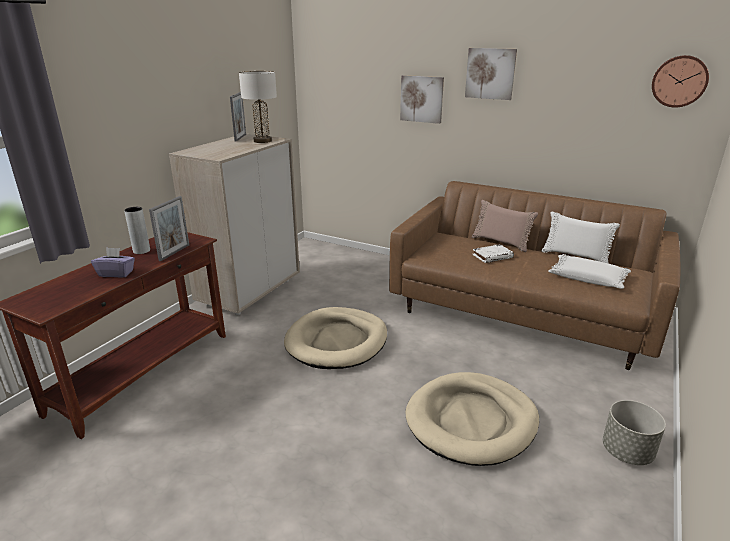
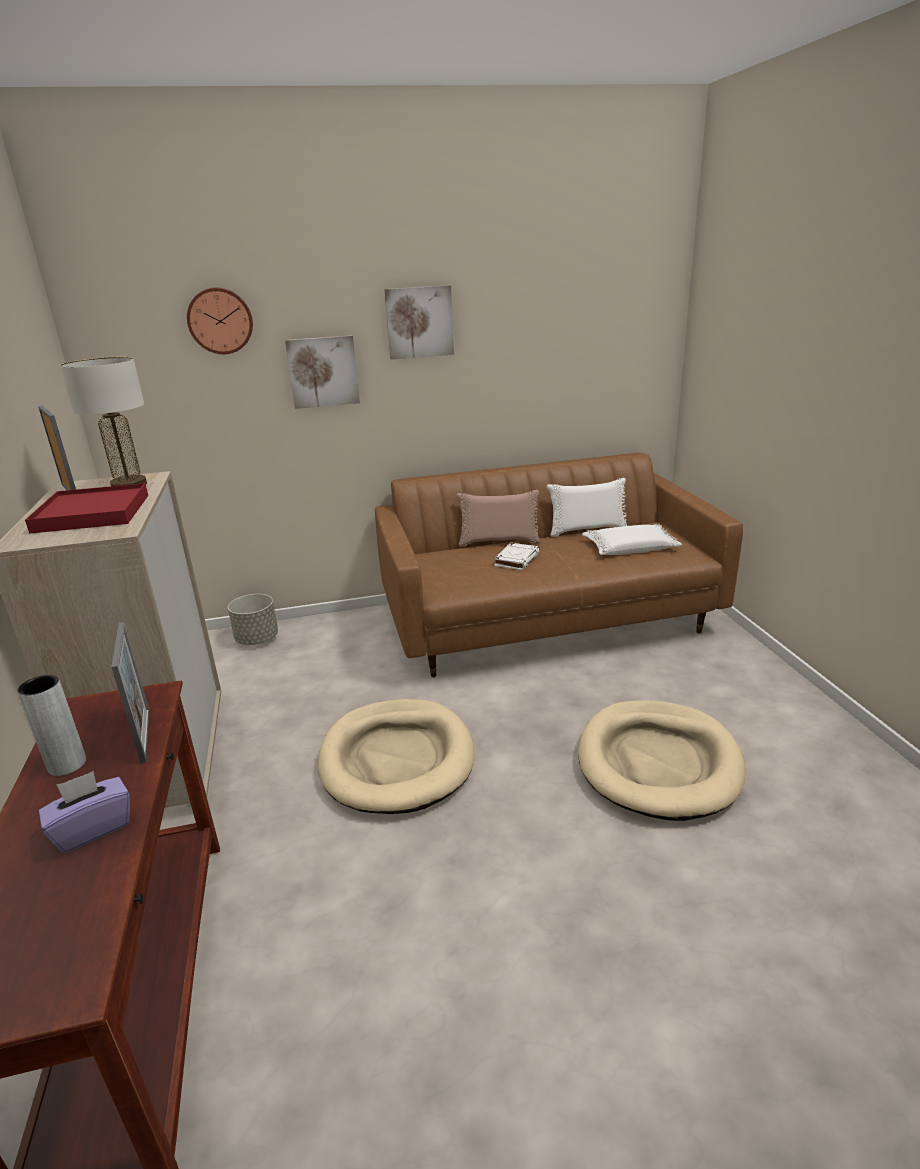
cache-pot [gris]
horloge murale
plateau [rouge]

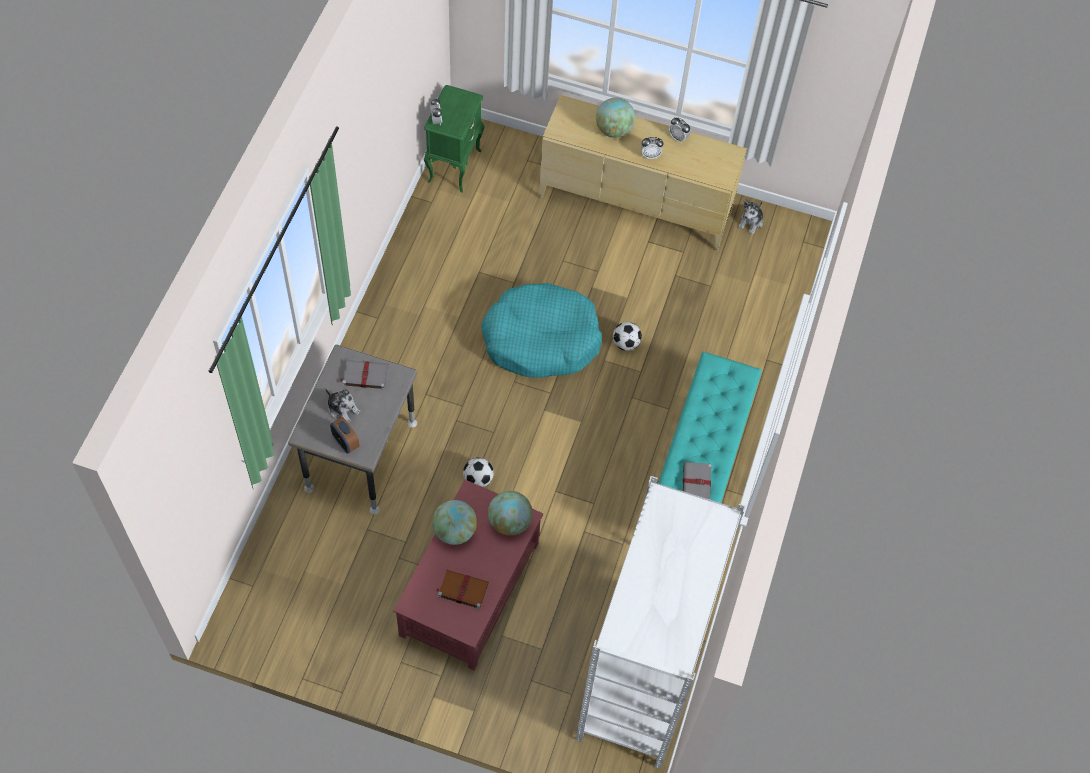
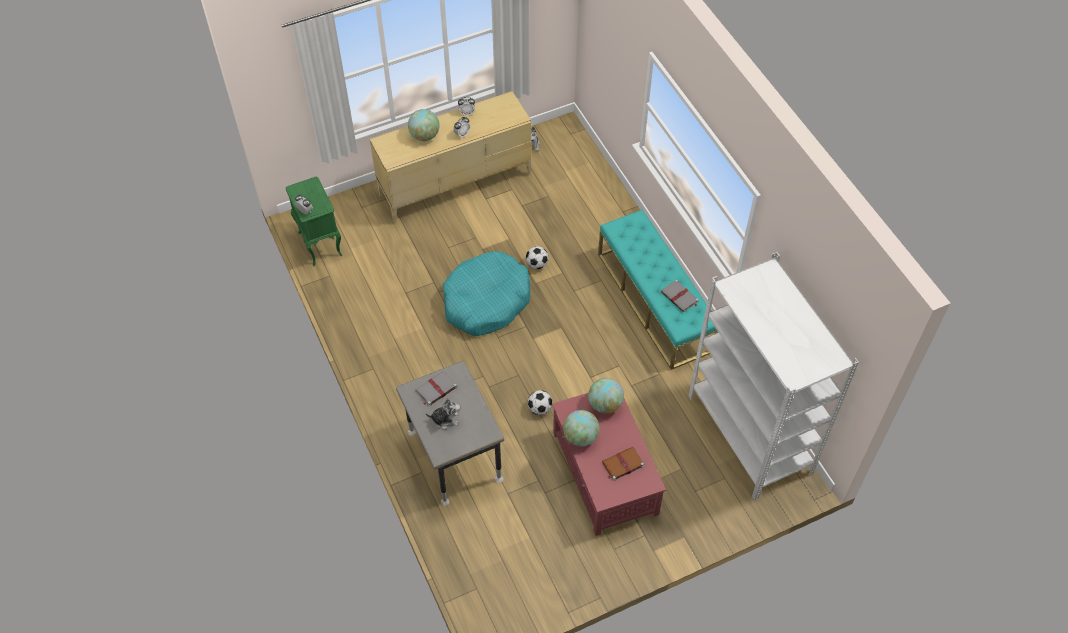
réveil (no. 1 from left in the first image)

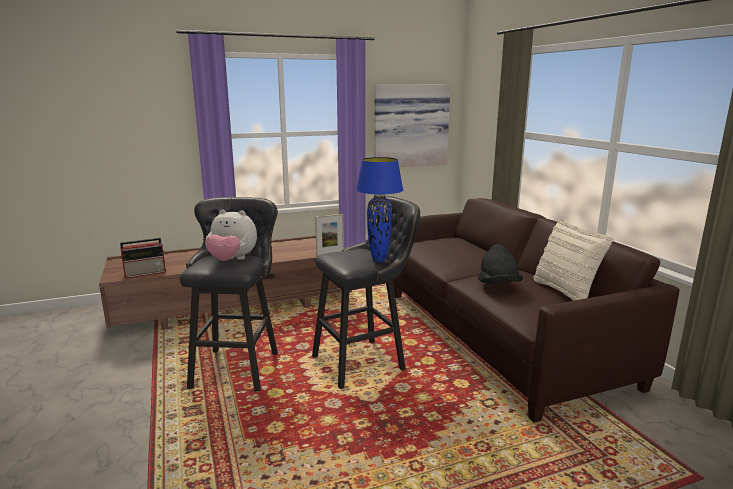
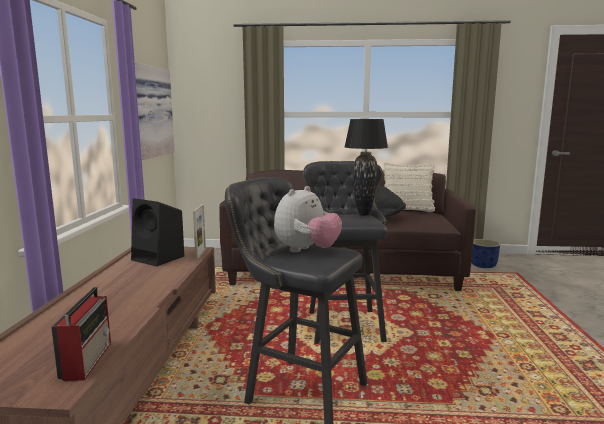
lampe de table [noir]
enceinte [noir]
cache-pot [bleu]

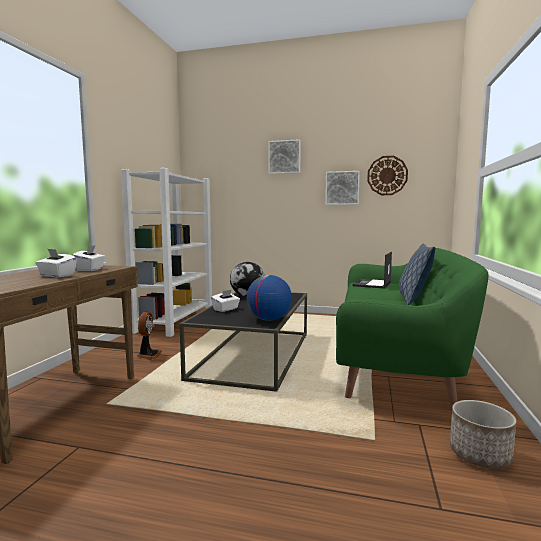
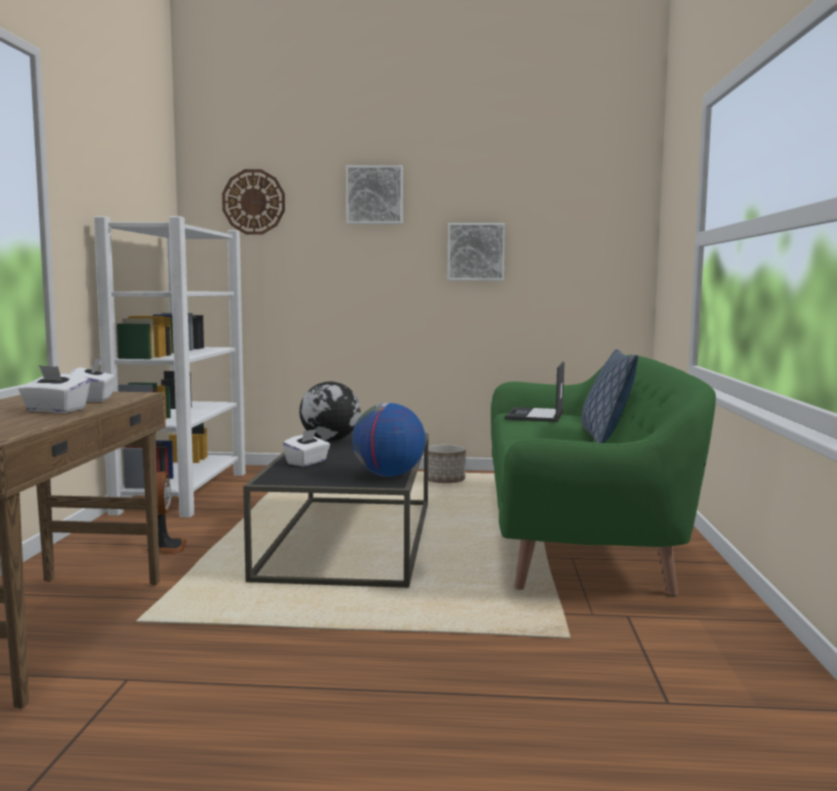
horloge murale
cache-pot

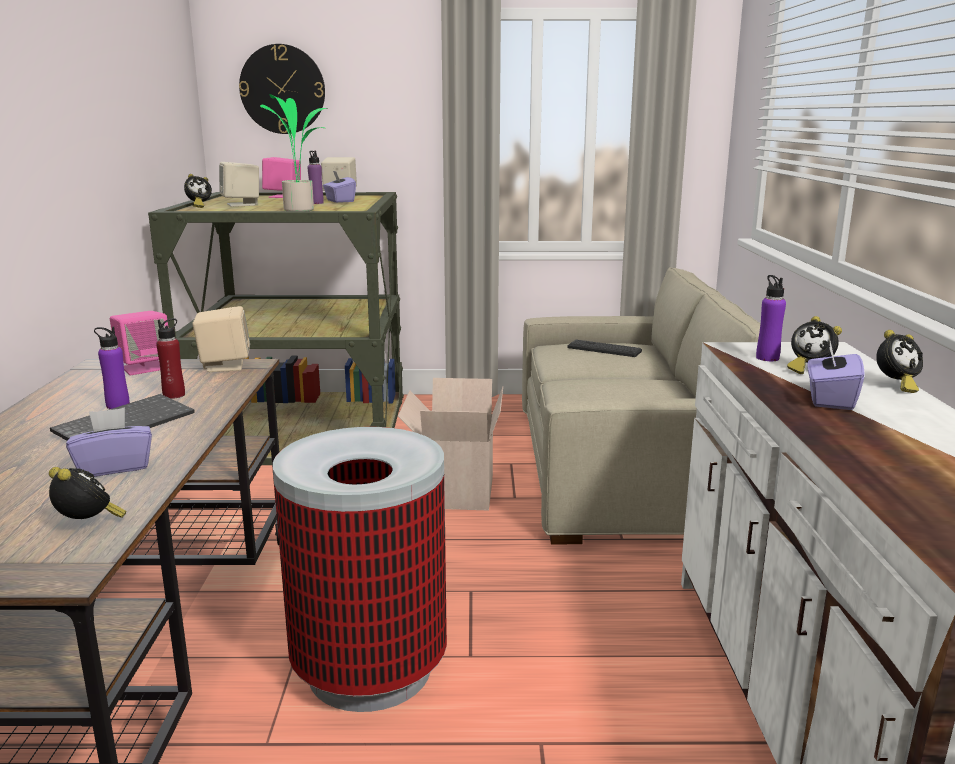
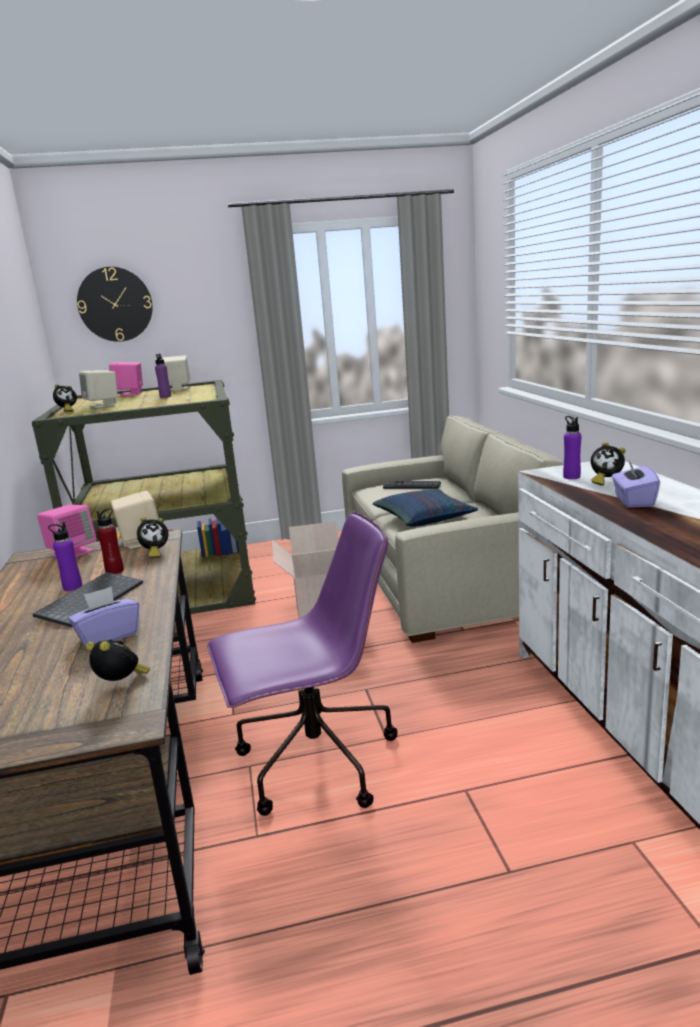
plante en pot
chaise de bureau [violet]
boîte à mouchoirs [violet] (no. 2 from left in the first image)
réveil (no. 3 from left)
coussin [bleu]

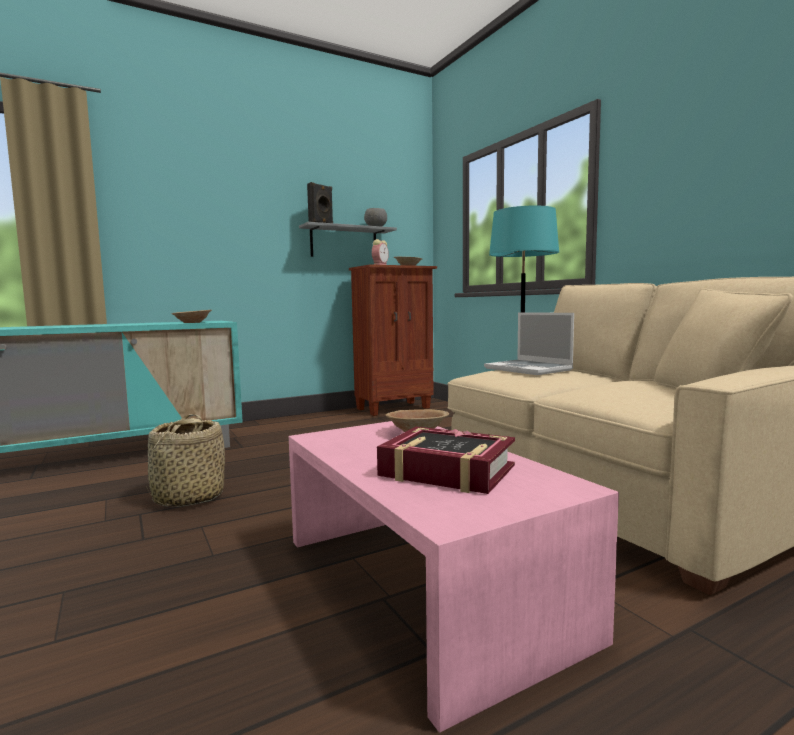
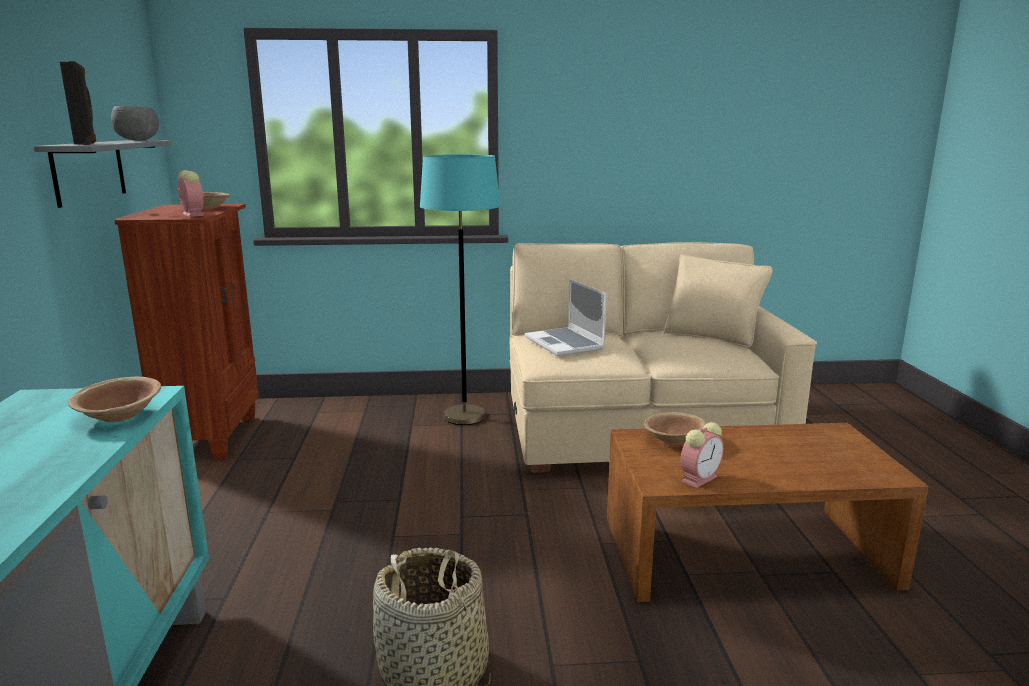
table basse [marron]
livre
ordinateur portable
réveil (no. 2 from left)

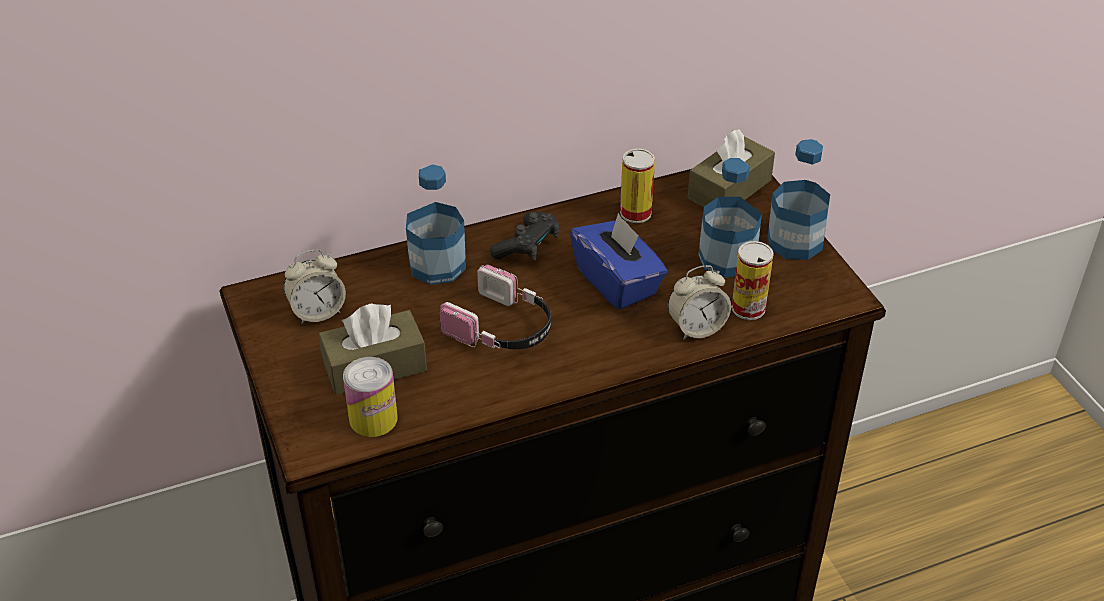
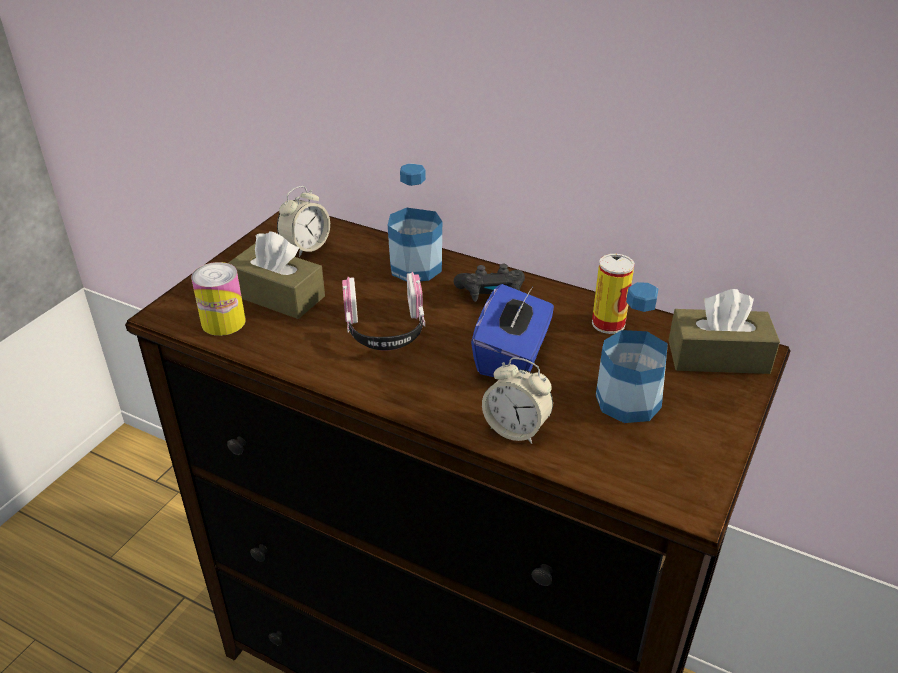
réveil (no. 1 from left)
boîte métallique (no. 3 from left in the first image)
bouteille (no. 3 from left in the first image)

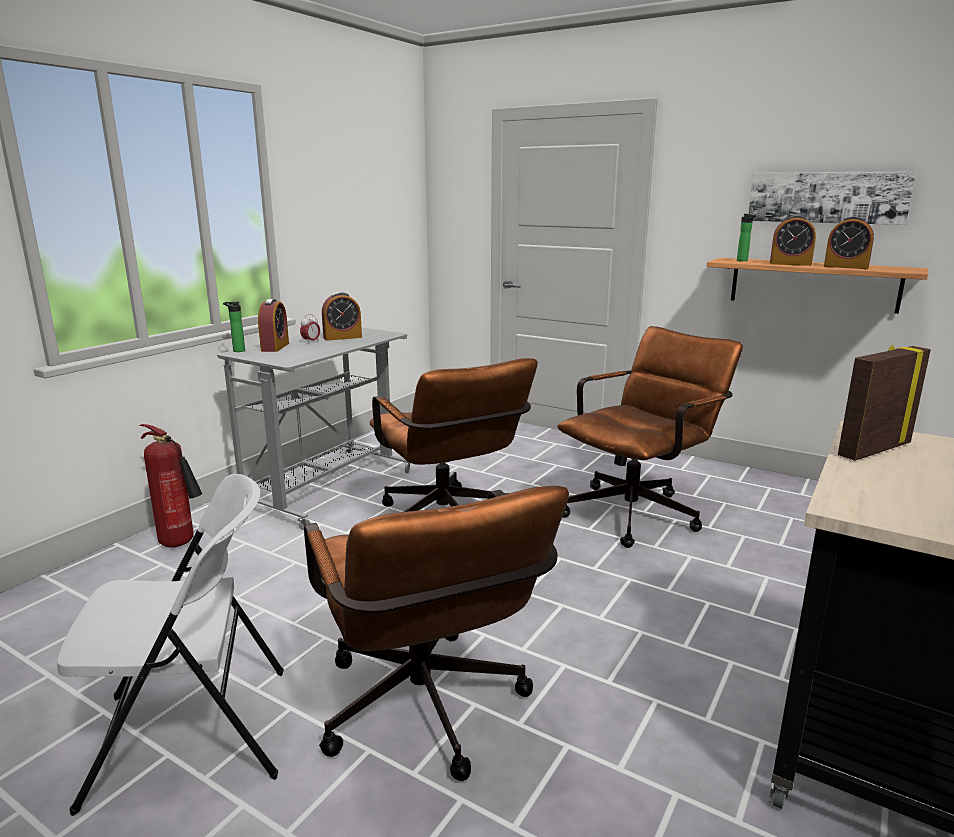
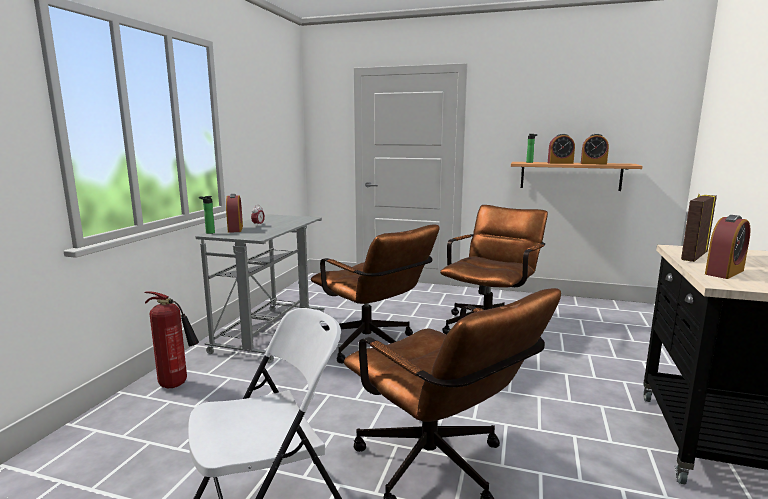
réveil (no. 5 from left)
tableau

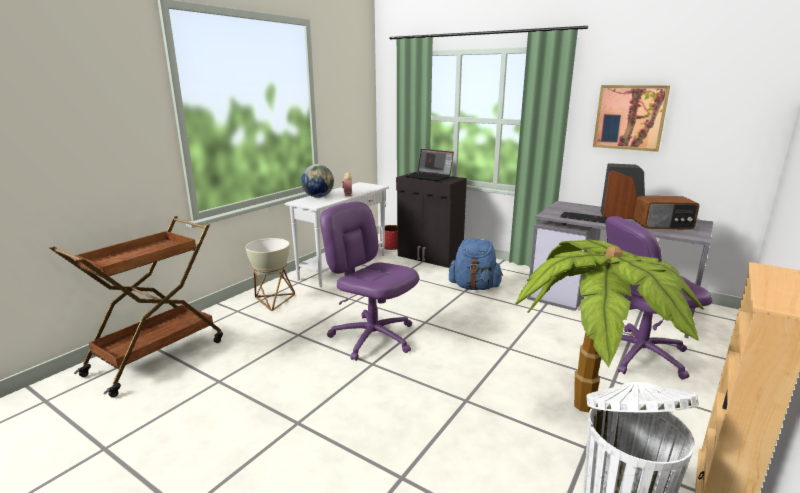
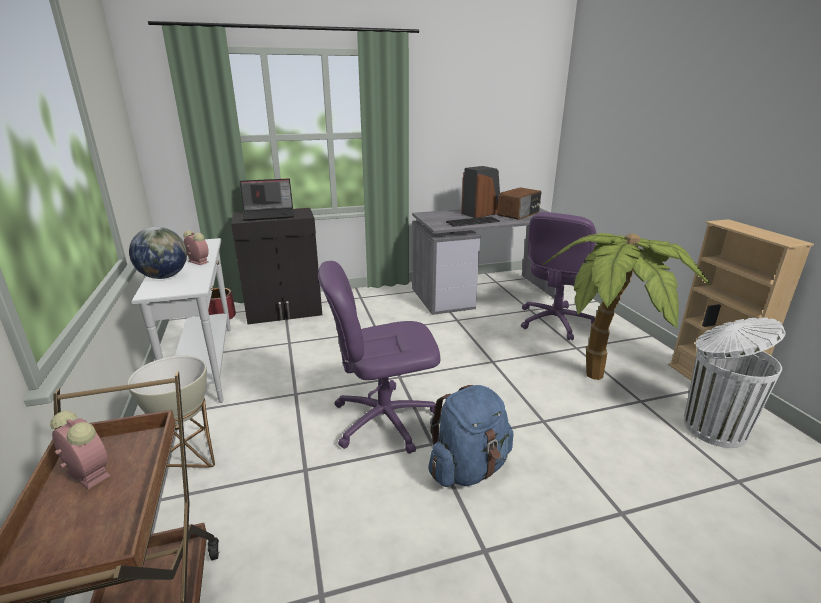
sac à dos [bleu]
tableau
réveil (no. 1 from left)

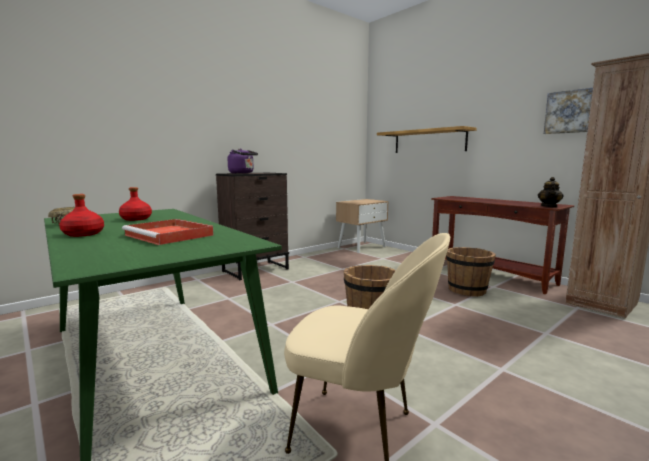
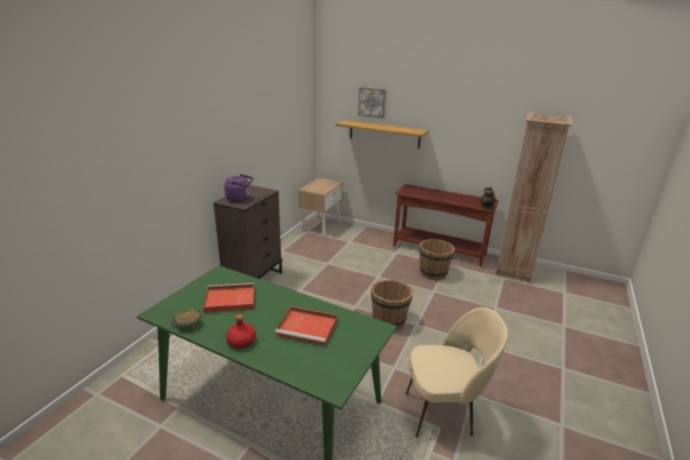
plateau [rouge] (no. 1 from left)
tableau

